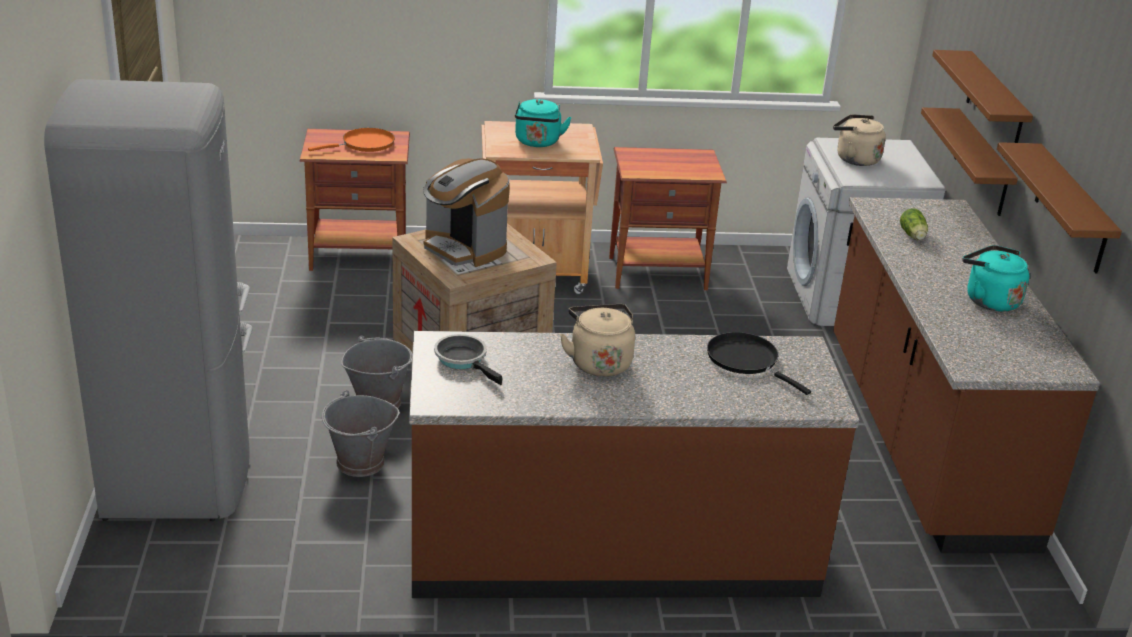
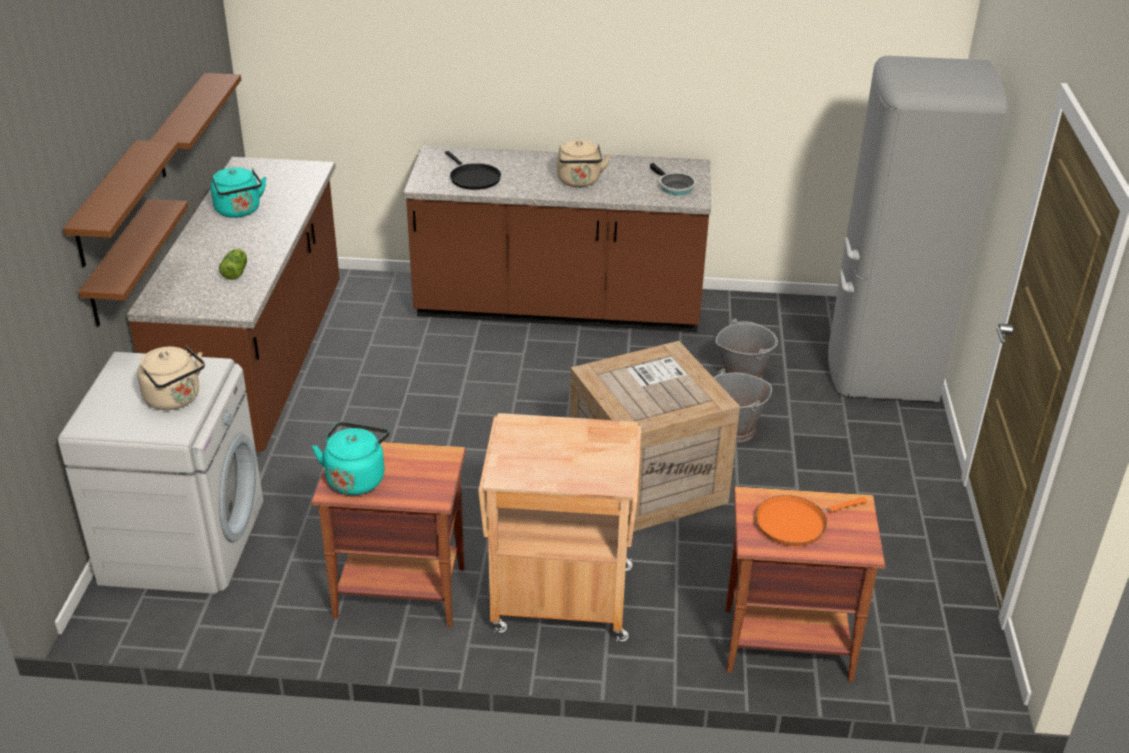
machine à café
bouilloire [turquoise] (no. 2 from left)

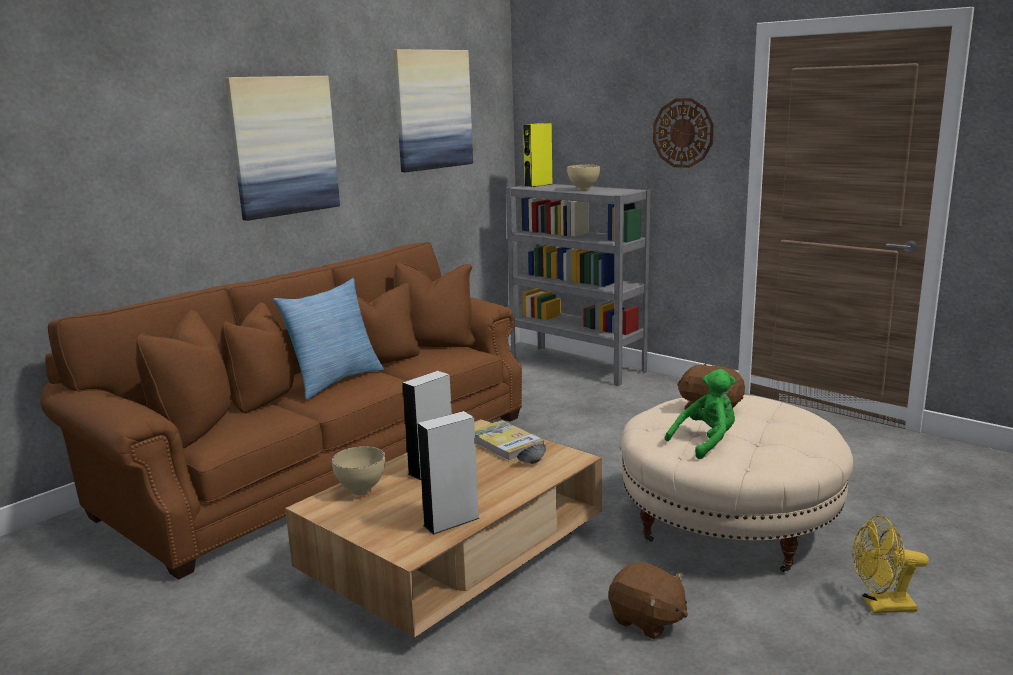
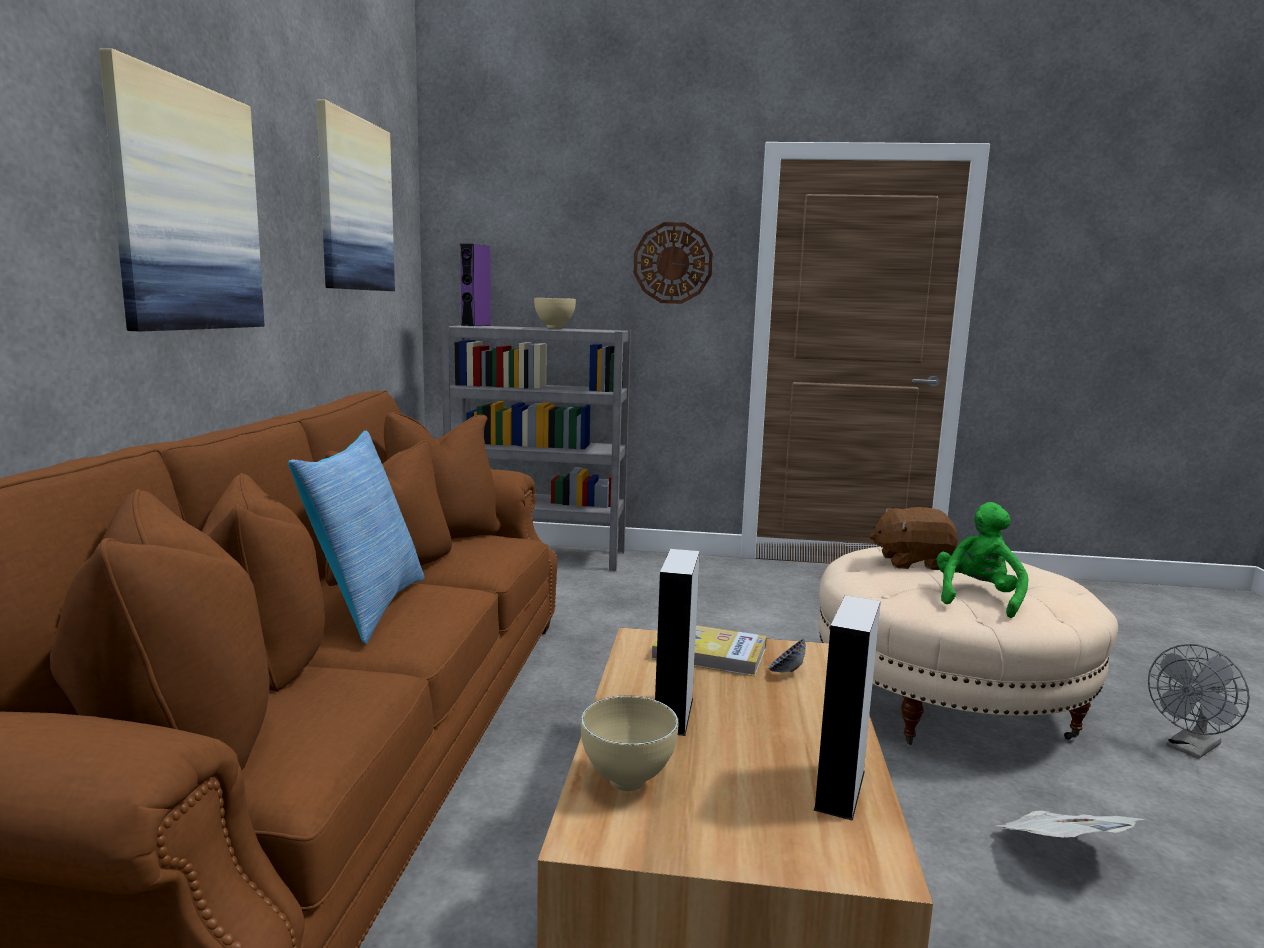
enceinte [violet]
journal
ventilateur [gris]

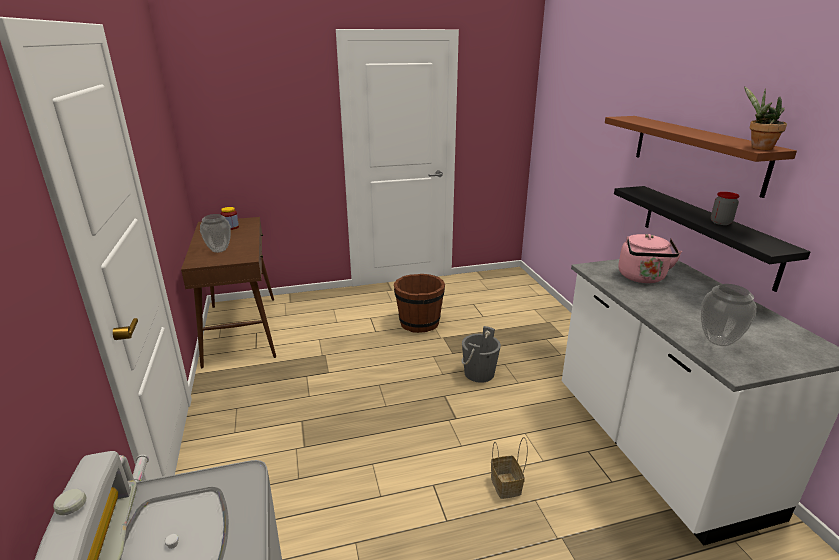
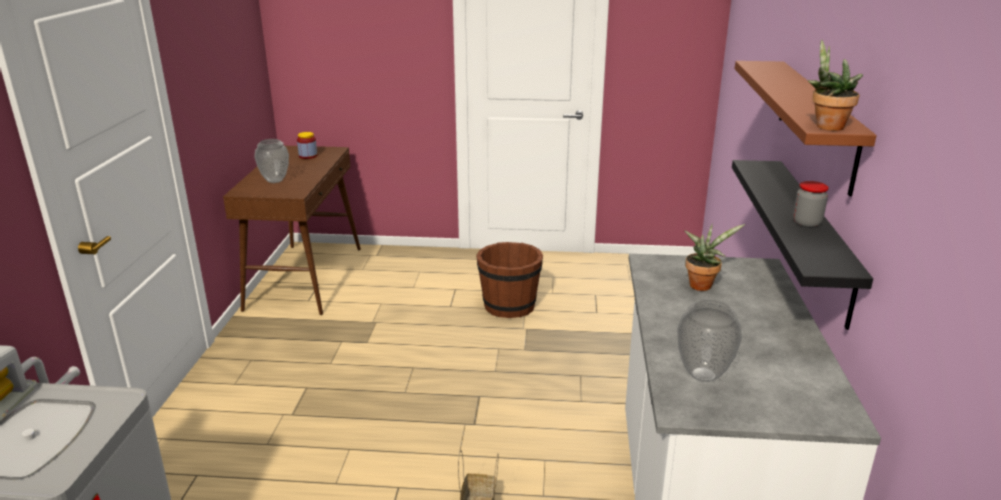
seau [gris]
plante en pot (no. 1 from left)

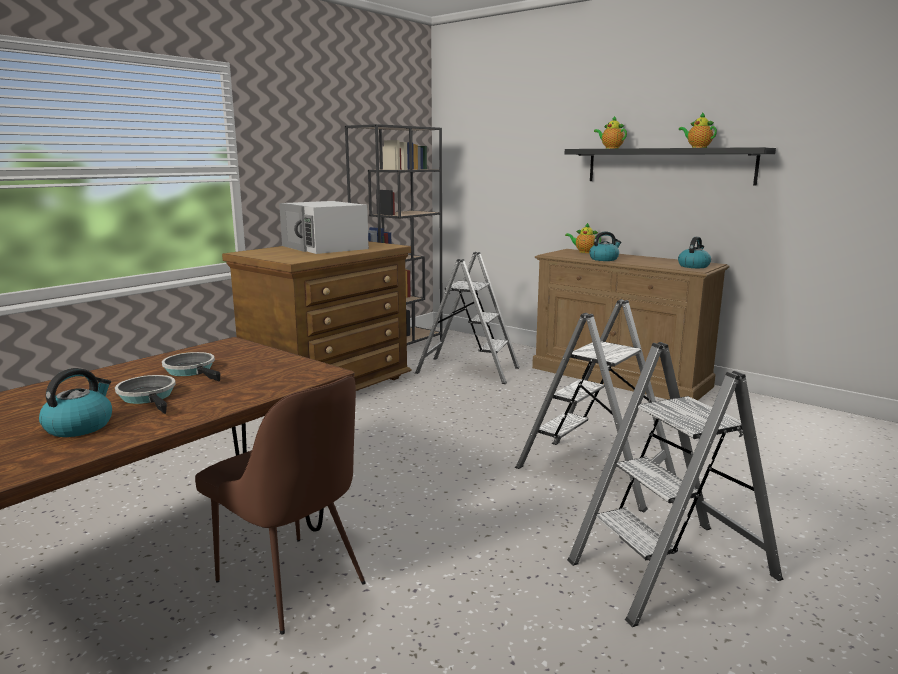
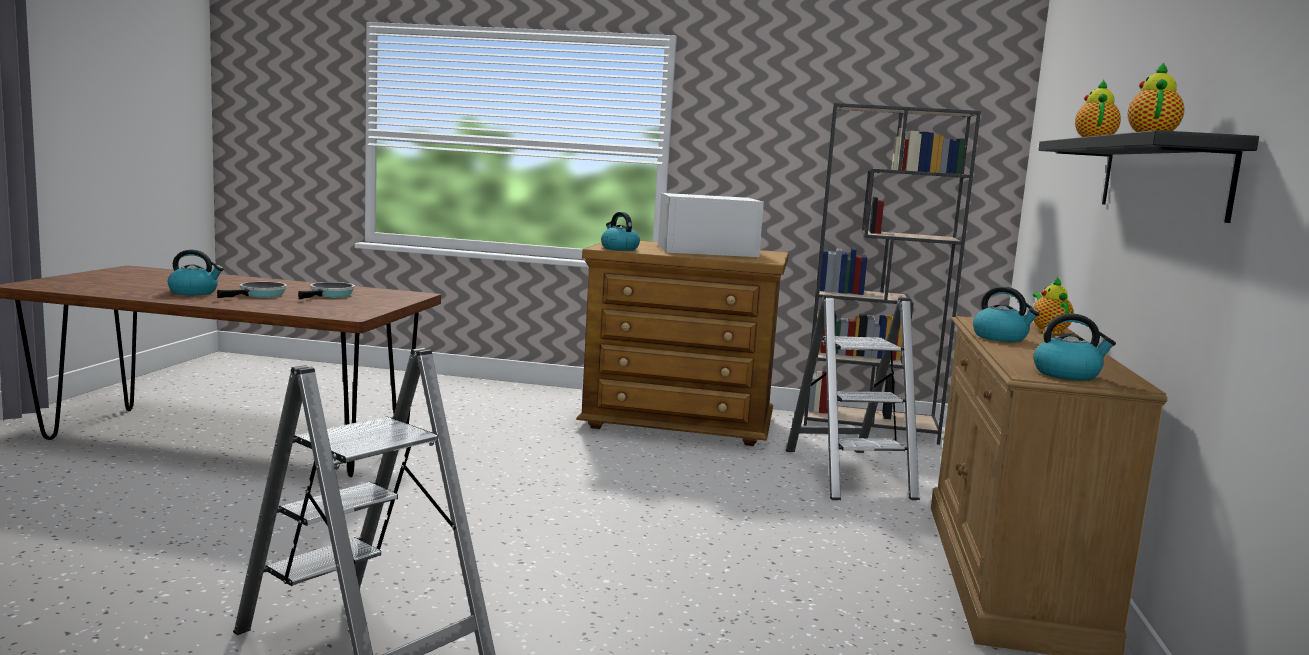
chaise [marron]
micro-ondes [blanc]
escabeau [gris] (no. 2 from left in the first image)
bouilloire (no. 2 from left)

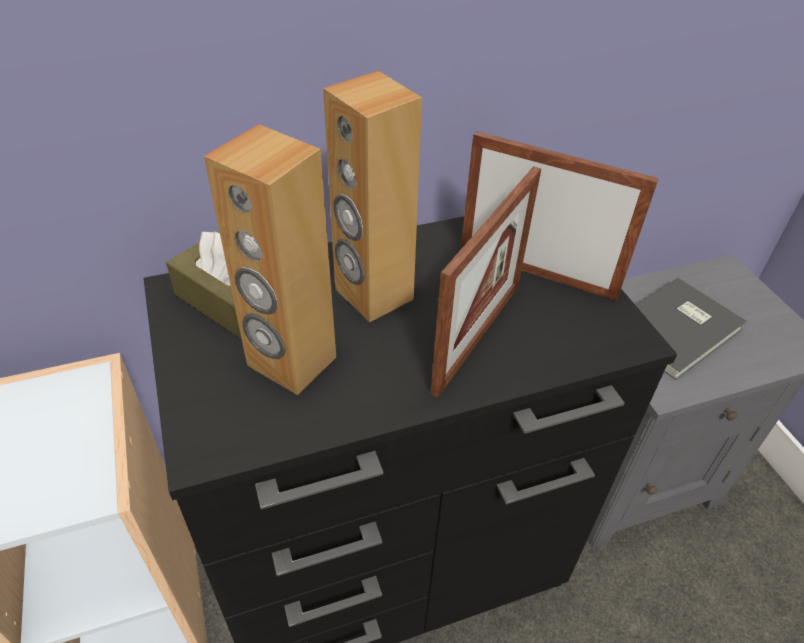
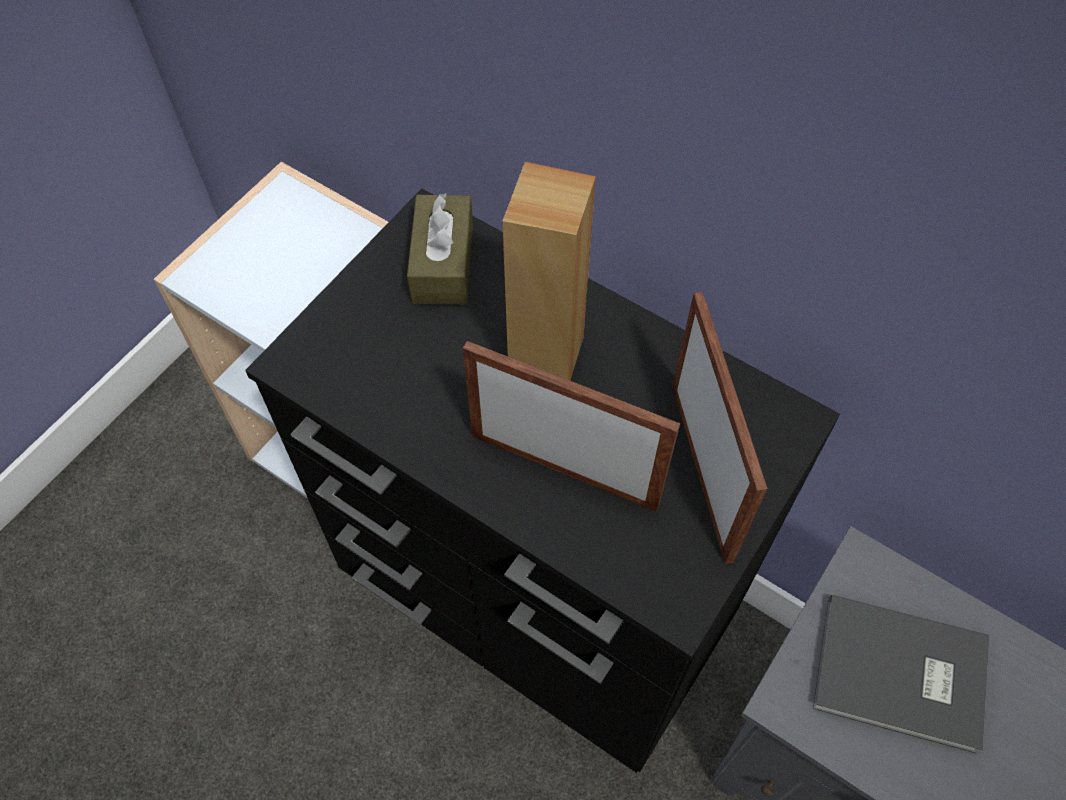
enceinte [marron] (no. 1 from left in the first image)
cadre photo (no. 1 from left)

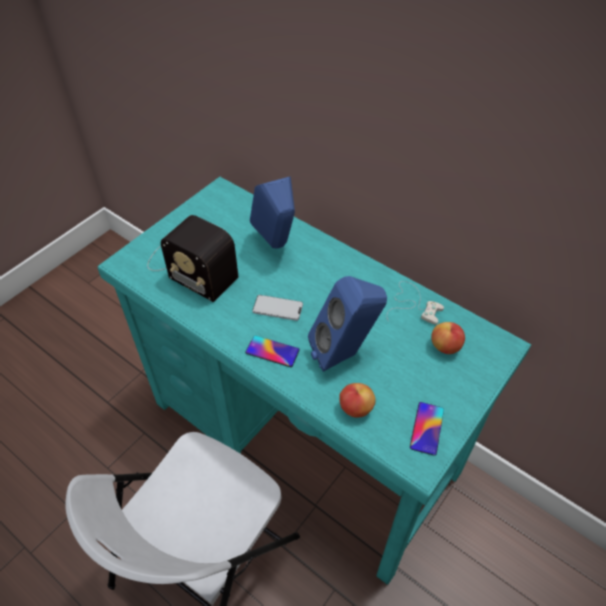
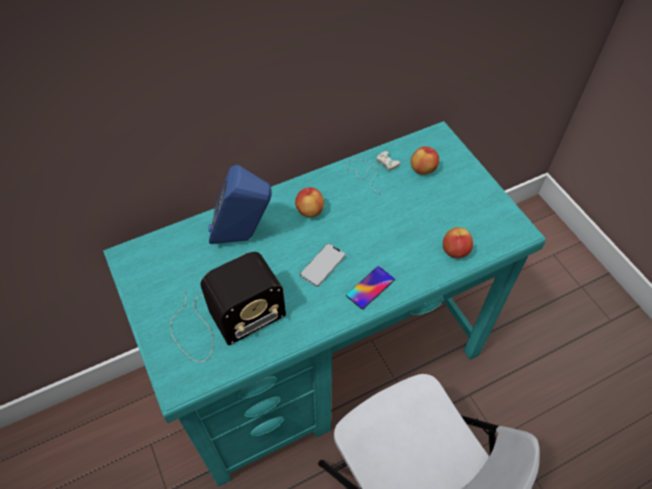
enceinte [bleu] (no. 2 from left in the first image)
téléphone (no. 3 from left in the first image)
pomme (no. 1 from left)

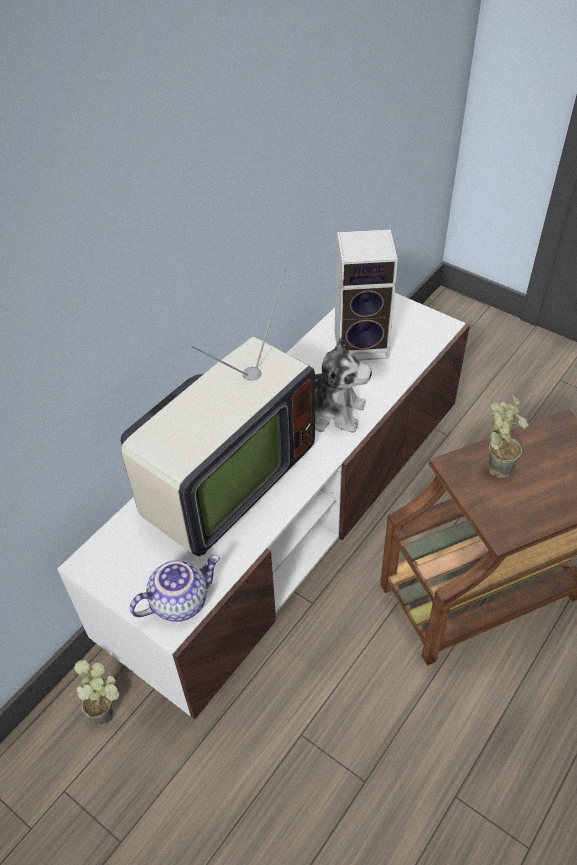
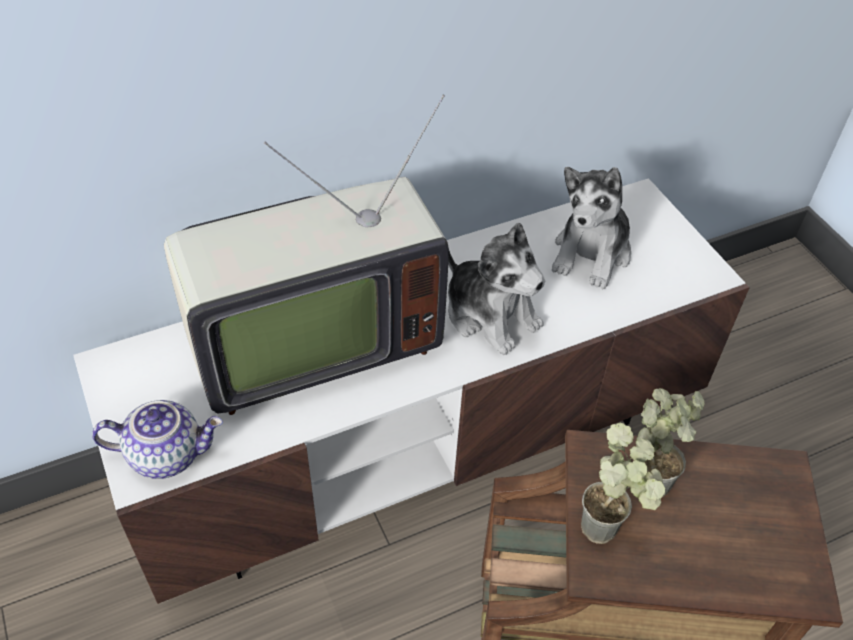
plante en pot (no. 1 from left)
peluche (no. 2 from left)

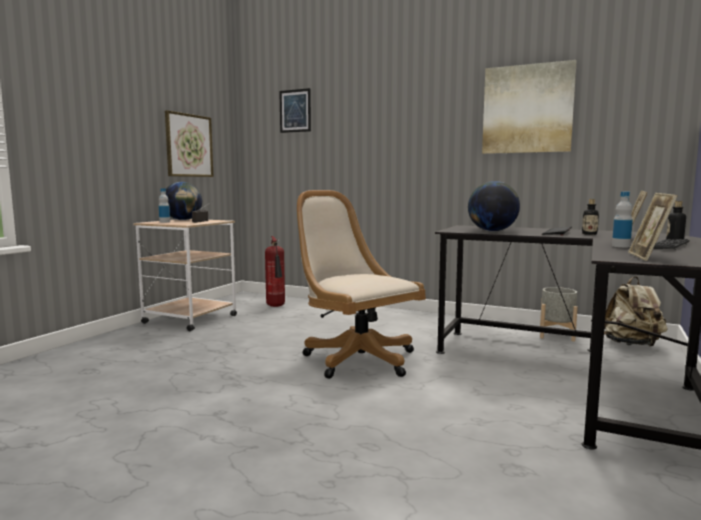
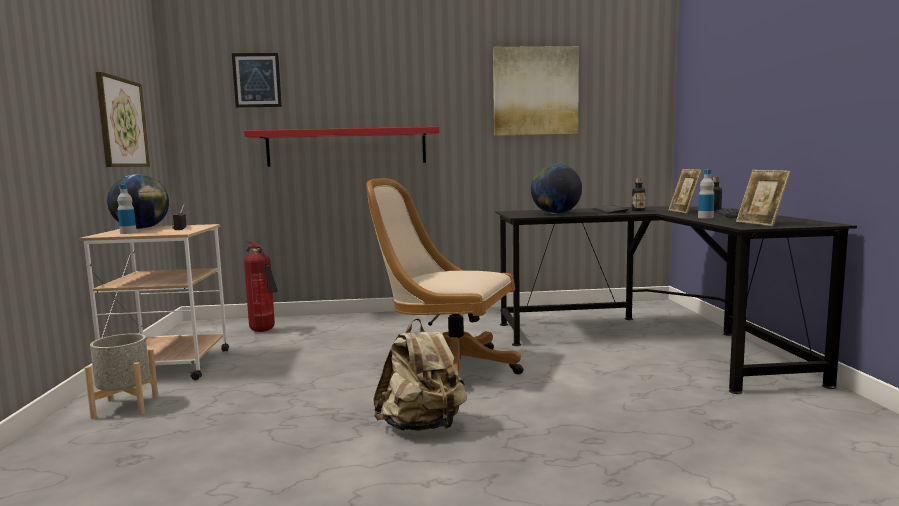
cache-pot [gris]
sac à dos [beige]
étagère [rouge]

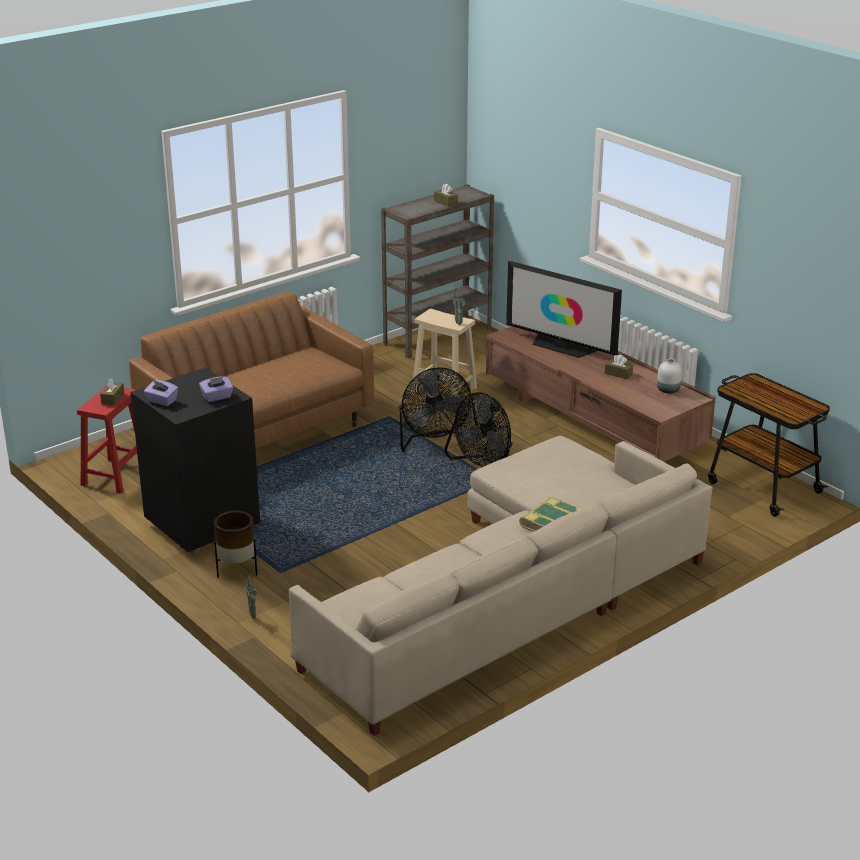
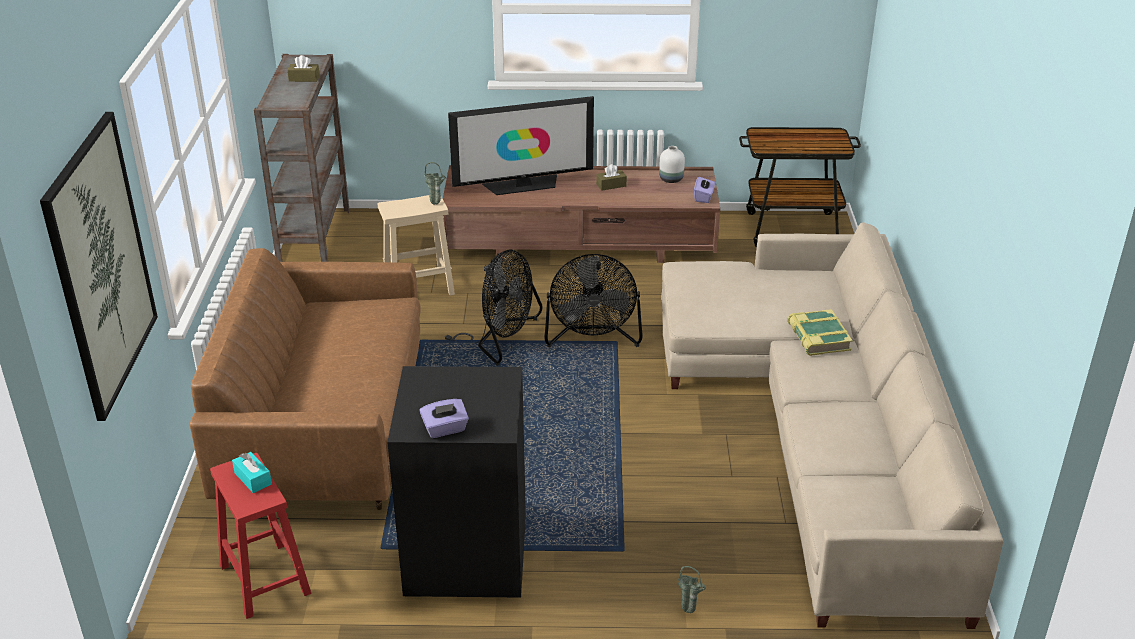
boîte à mouchoirs [turquoise]
boîte à mouchoirs [violet] (no. 2 from left)
cache-pot [marron]
tableau

